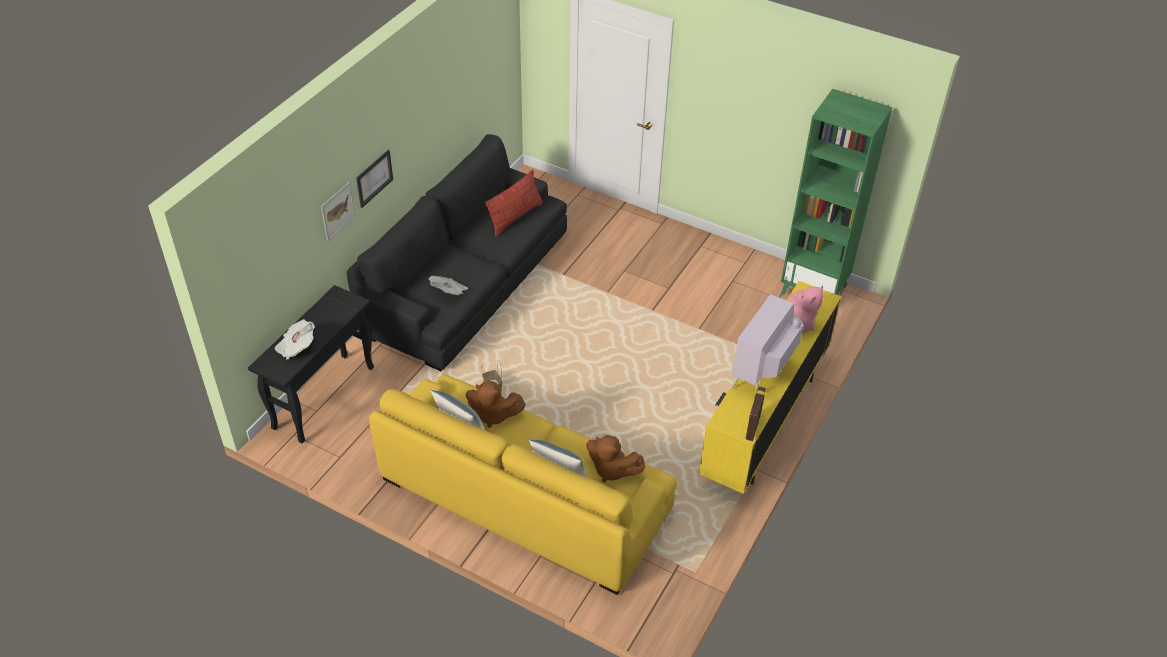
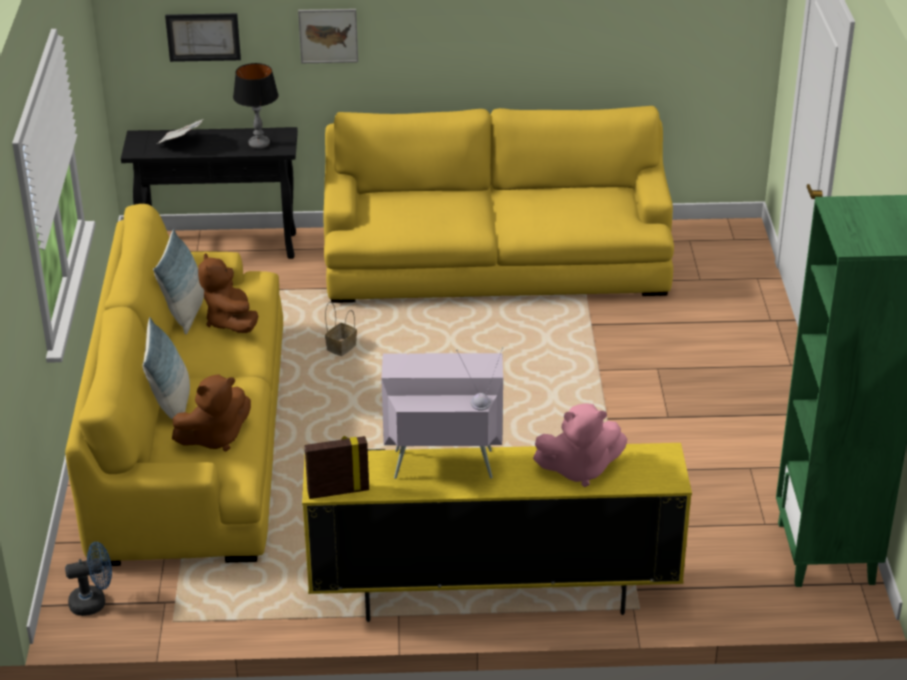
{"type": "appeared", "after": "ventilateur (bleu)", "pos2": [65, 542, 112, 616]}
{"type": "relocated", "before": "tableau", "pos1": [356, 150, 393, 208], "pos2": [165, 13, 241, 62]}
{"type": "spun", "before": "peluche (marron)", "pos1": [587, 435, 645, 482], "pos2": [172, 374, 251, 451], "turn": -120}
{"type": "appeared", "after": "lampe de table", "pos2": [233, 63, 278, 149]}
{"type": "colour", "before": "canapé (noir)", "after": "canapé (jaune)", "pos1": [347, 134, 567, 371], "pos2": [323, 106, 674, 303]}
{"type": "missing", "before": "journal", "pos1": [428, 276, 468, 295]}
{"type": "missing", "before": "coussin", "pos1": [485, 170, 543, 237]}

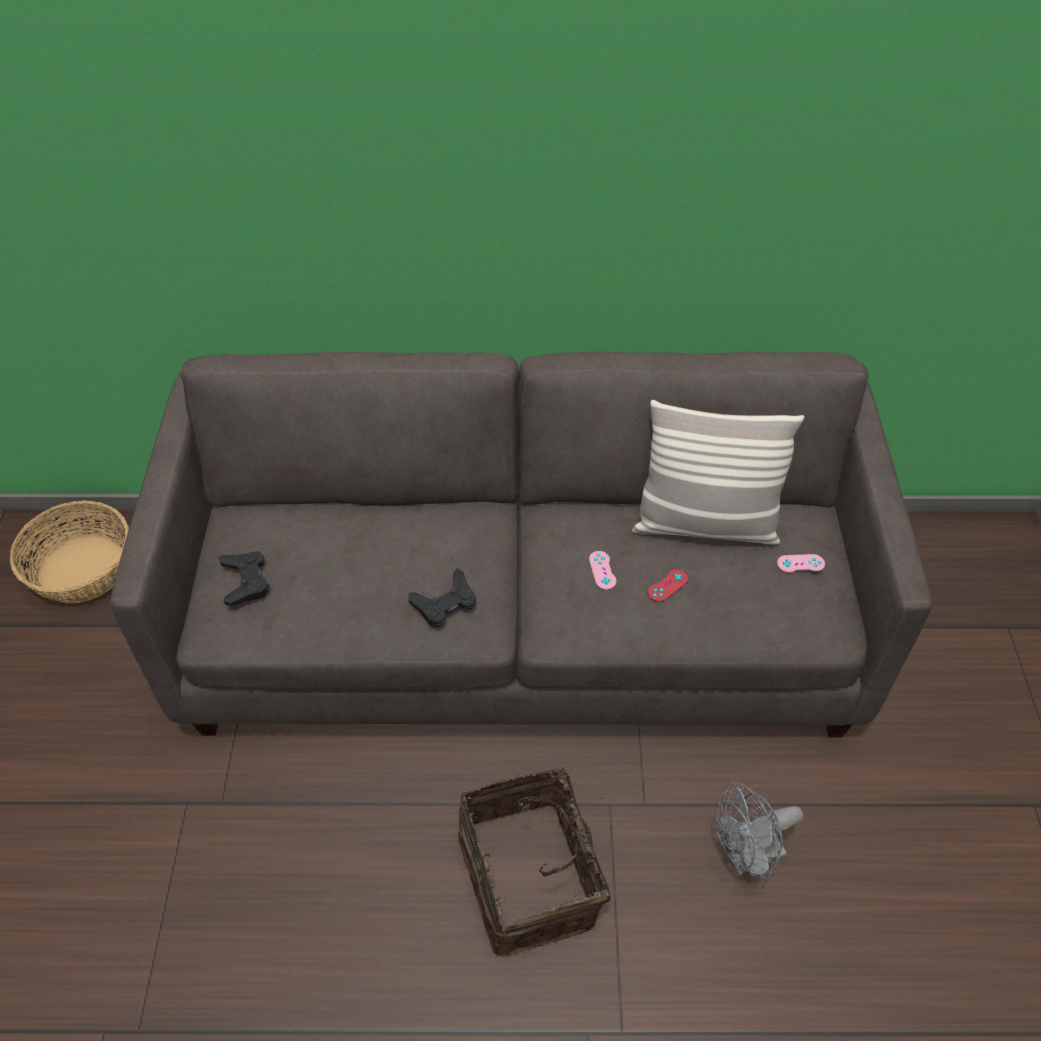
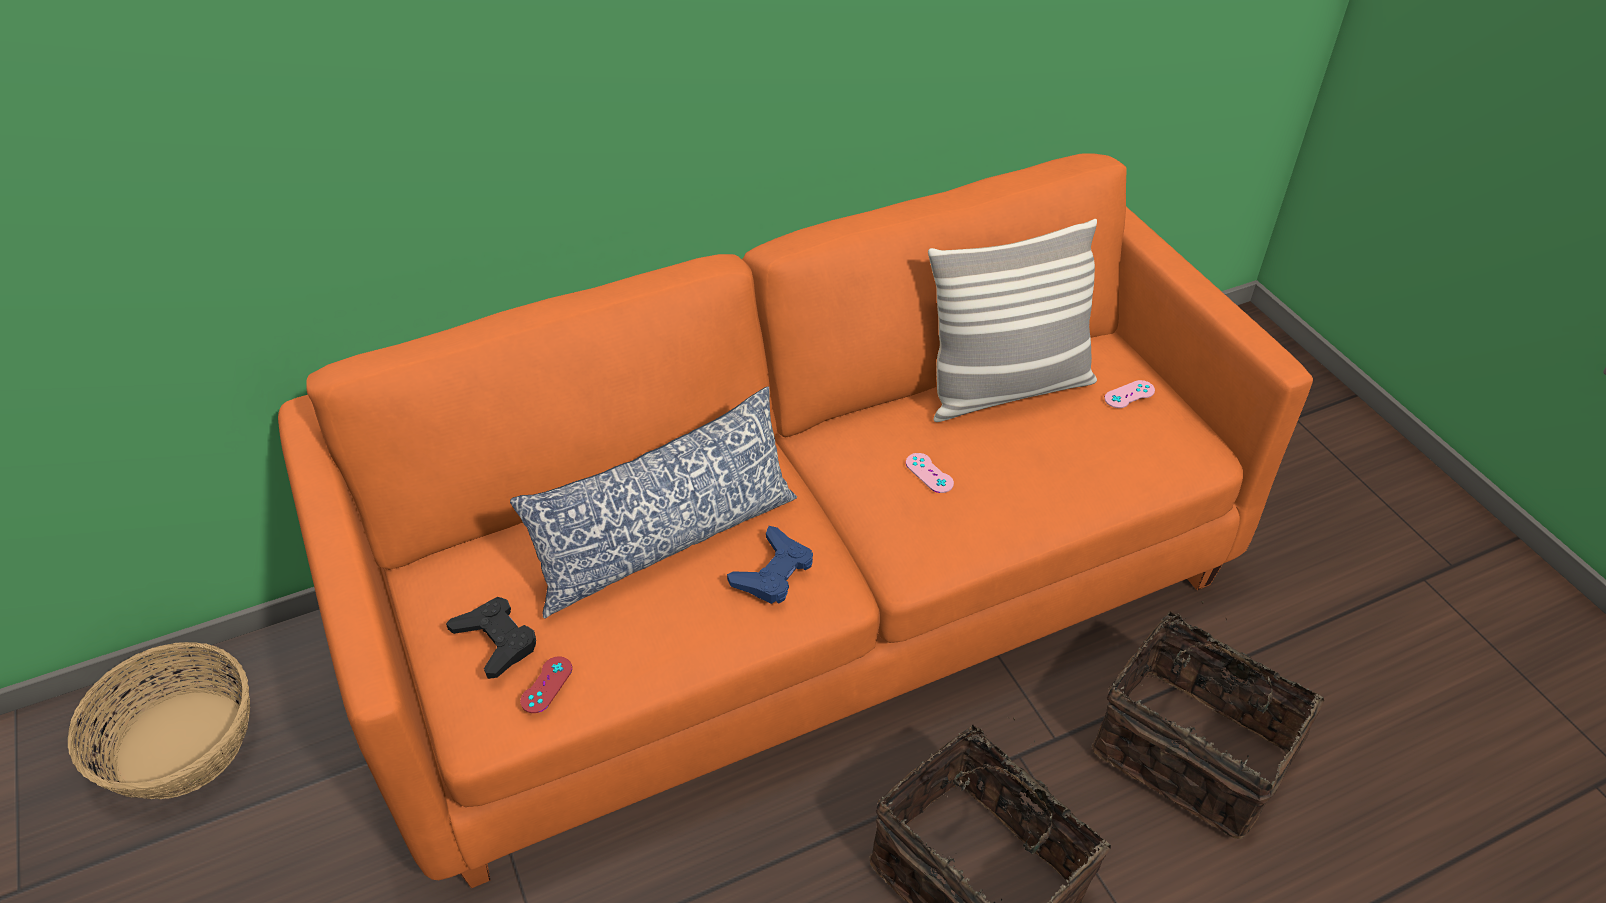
{"type": "colour", "before": "canapé (gris)", "after": "canapé (orange)", "pos1": [110, 352, 932, 737], "pos2": [278, 153, 1313, 888]}
{"type": "appeared", "after": "coussin", "pos2": [510, 386, 797, 618]}
{"type": "relocated", "before": "manette (rouge)", "pos1": [648, 569, 688, 602], "pos2": [520, 656, 572, 713]}
{"type": "colour", "before": "manette (noir)", "after": "manette (bleu)", "pos1": [408, 568, 476, 627], "pos2": [727, 526, 813, 604]}
{"type": "exchanged", "before": "ventilateur (gris)", "after": "panier", "pos1": [716, 782, 803, 880], "pos2": [1091, 601, 1324, 839]}

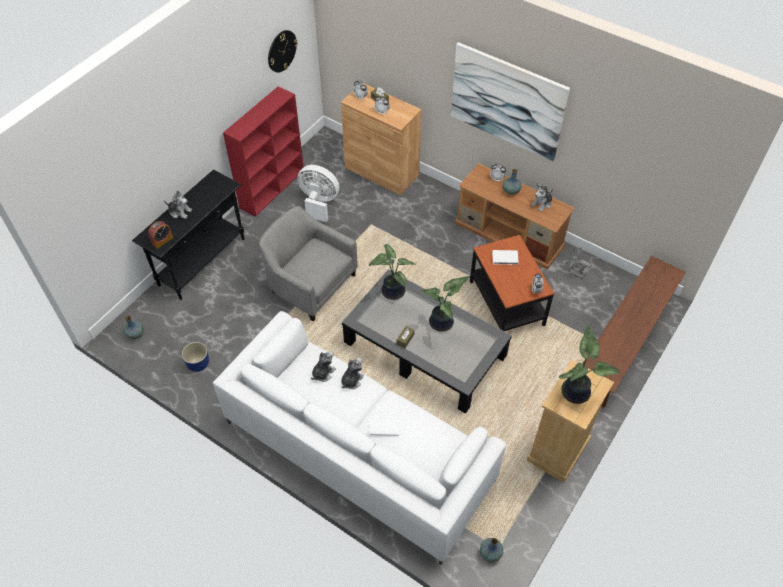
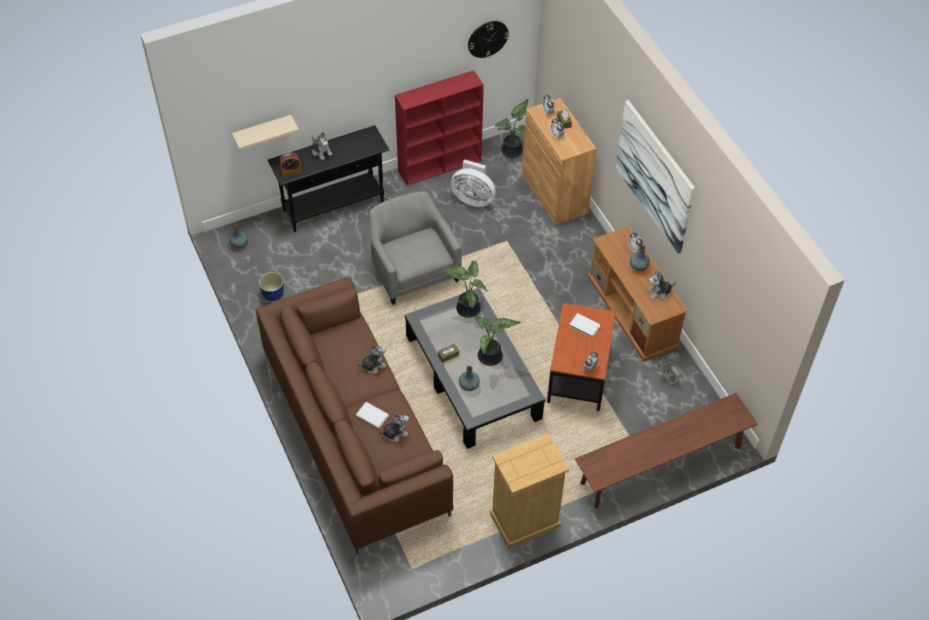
{"type": "appeared", "after": "étagère (beige)", "pos2": [232, 115, 299, 150]}
{"type": "colour", "before": "canapé (blanc)", "after": "canapé (marron)", "pos1": [213, 311, 506, 565], "pos2": [256, 277, 454, 555]}
{"type": "relocated", "before": "peluche", "pos1": [311, 351, 336, 382], "pos2": [378, 413, 409, 442]}
{"type": "spun", "before": "ventilateur (blanc)", "pos1": [297, 165, 339, 222], "pos2": [450, 159, 496, 207], "turn": 150}
{"type": "relocated", "before": "vase", "pos1": [480, 538, 503, 562], "pos2": [459, 366, 480, 391]}
{"type": "relocated", "before": "plante en pot", "pos1": [559, 325, 619, 404], "pos2": [495, 99, 529, 158]}

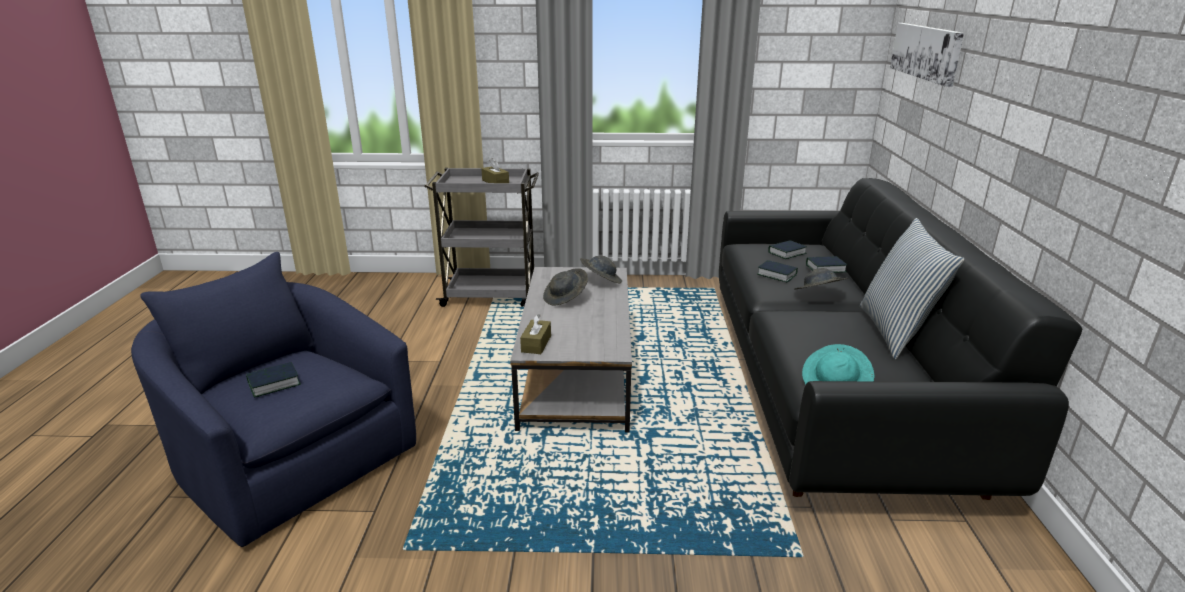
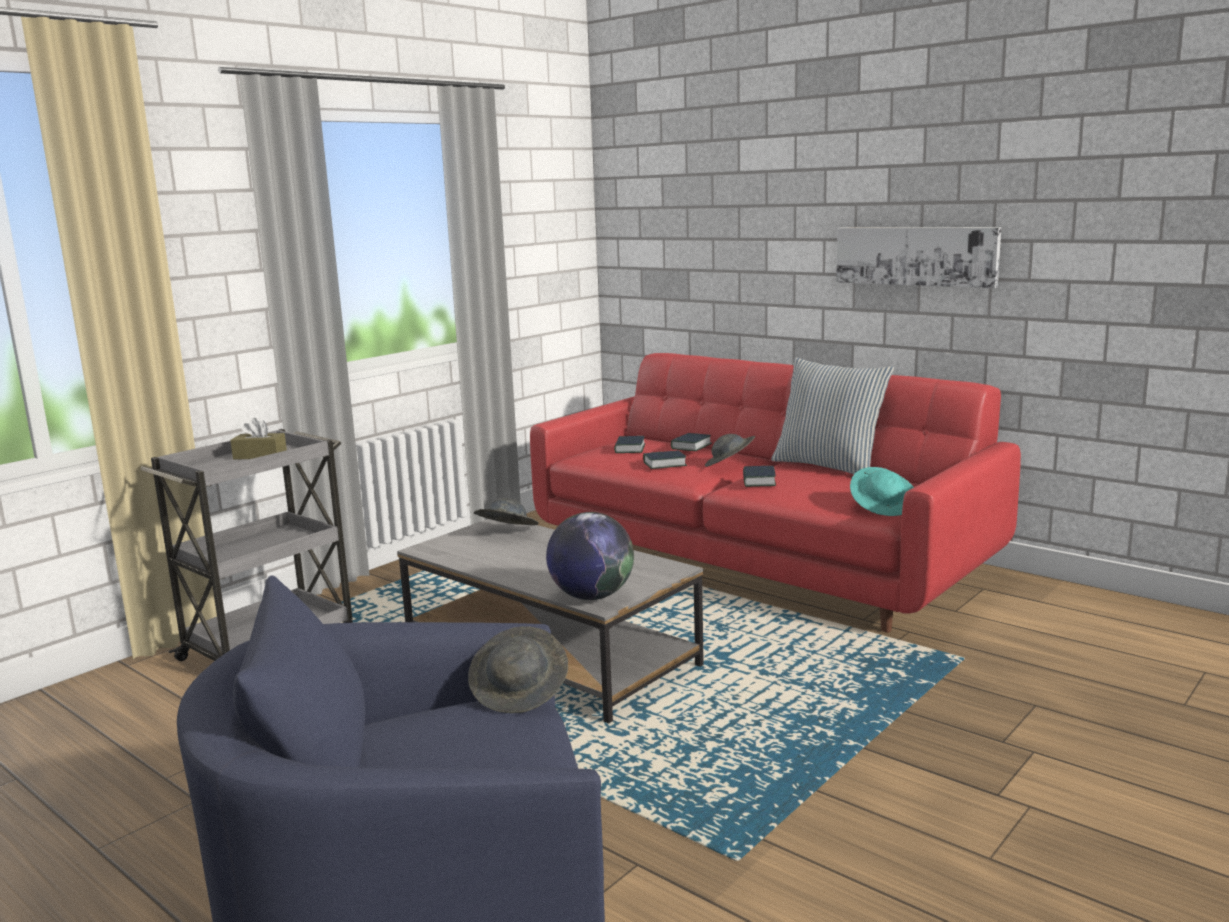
{"type": "relocated", "before": "chapeau (gris)", "pos1": [543, 268, 588, 305], "pos2": [468, 626, 568, 713]}
{"type": "colour", "before": "canapé (noir)", "after": "canapé (rouge)", "pos1": [719, 178, 1083, 500], "pos2": [530, 353, 1021, 633]}
{"type": "exchanged", "before": "boîte à mouchoirs (marron)", "after": "globe", "pos1": [520, 314, 551, 354], "pos2": [546, 512, 634, 600]}
{"type": "relocated", "before": "livre", "pos1": [246, 362, 301, 398], "pos2": [743, 466, 776, 487]}
{"type": "relocated", "before": "tableau", "pos1": [890, 23, 964, 87], "pos2": [836, 227, 1001, 288]}

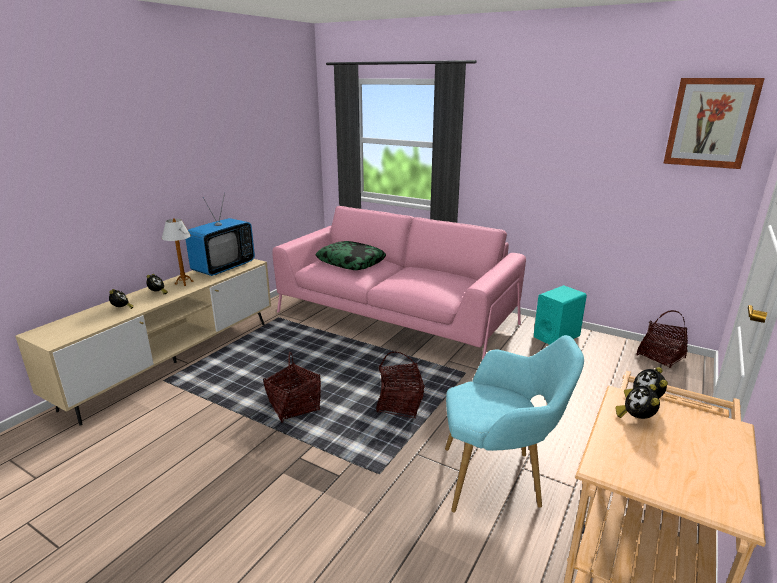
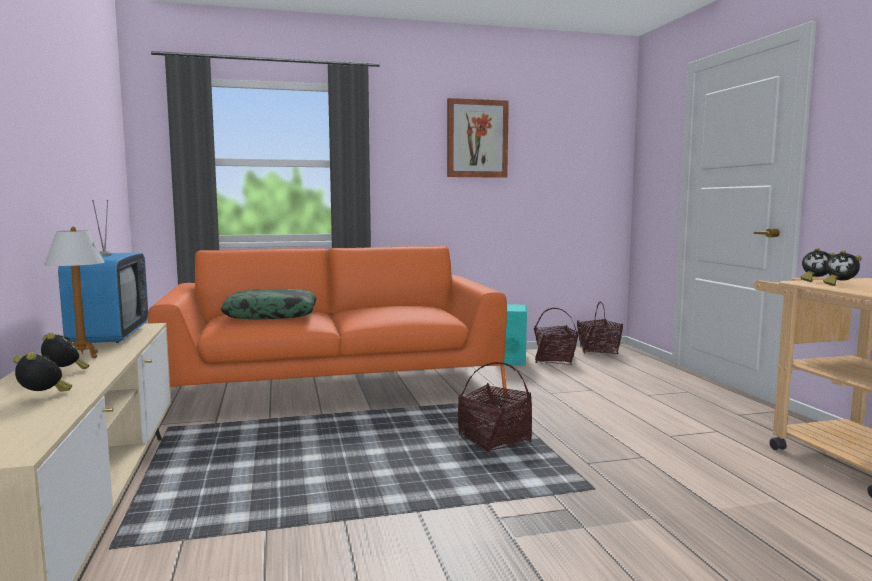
{"type": "colour", "before": "canapé (rose)", "after": "canapé (orange)", "pos1": [272, 206, 526, 360], "pos2": [148, 246, 507, 396]}
{"type": "relocated", "before": "tableau", "pos1": [663, 78, 765, 169], "pos2": [447, 98, 509, 178]}
{"type": "relocated", "before": "panier", "pos1": [263, 352, 321, 423], "pos2": [534, 308, 579, 365]}
{"type": "missing", "before": "fauteuil (turquoise)", "pos1": [445, 335, 584, 513]}

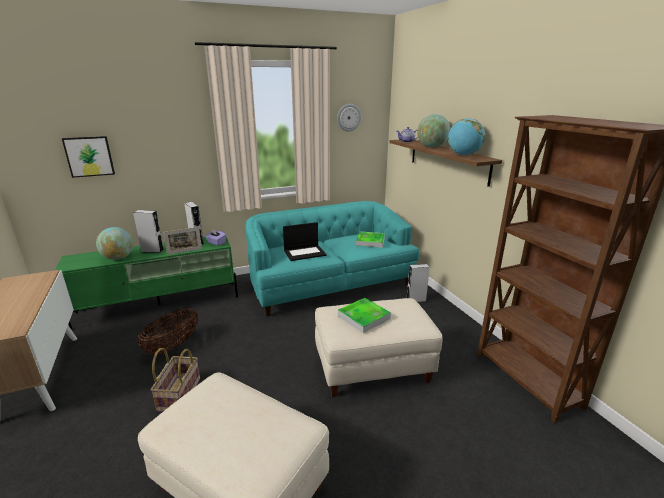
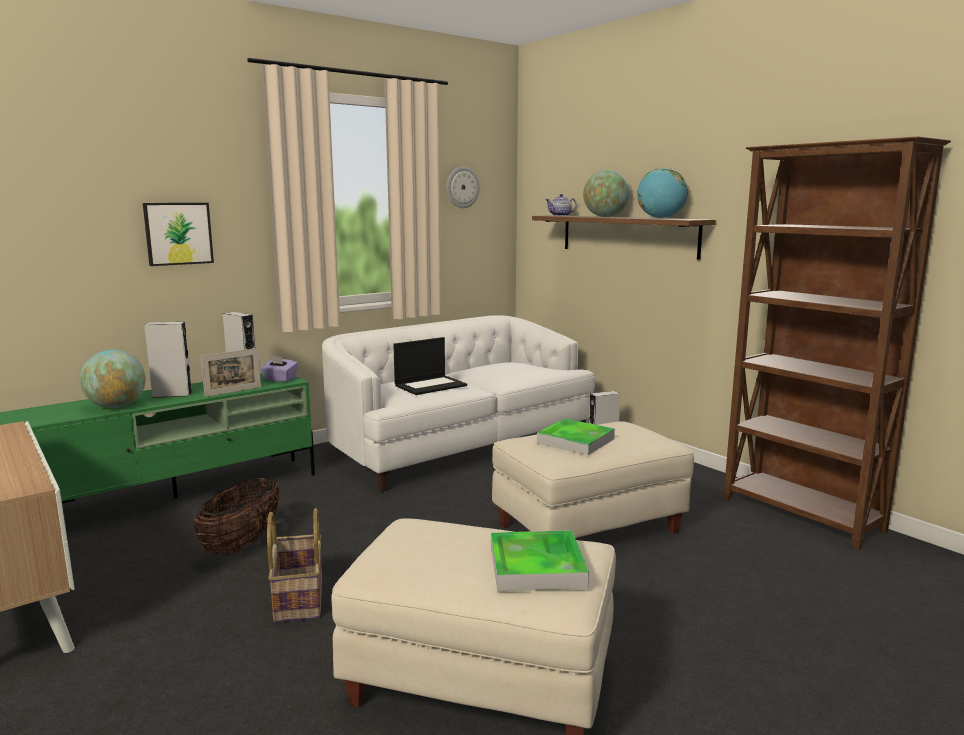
{"type": "relocated", "before": "tableau", "pos1": [62, 136, 115, 178], "pos2": [143, 203, 214, 266]}
{"type": "colour", "before": "canapé (turquoise)", "after": "canapé (blanc)", "pos1": [245, 201, 419, 316], "pos2": [322, 315, 595, 492]}
{"type": "relocated", "before": "plateau", "pos1": [356, 231, 385, 248], "pos2": [491, 530, 589, 591]}

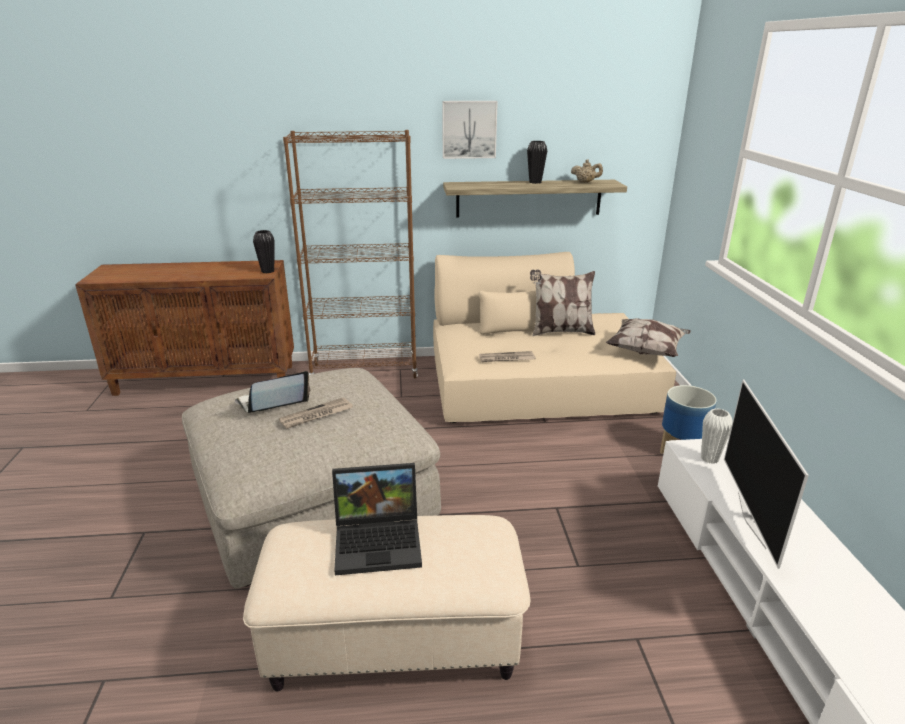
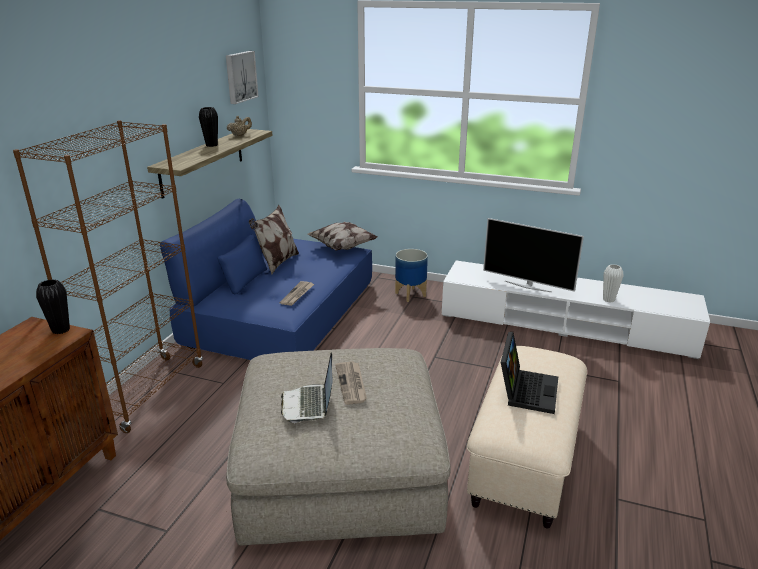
{"type": "colour", "before": "canapé (beige)", "after": "canapé (bleu)", "pos1": [433, 252, 676, 423], "pos2": [160, 199, 372, 360]}
{"type": "relocated", "before": "tableau", "pos1": [442, 101, 498, 159], "pos2": [226, 51, 259, 104]}
{"type": "relocated", "before": "vase (blanc)", "pos1": [701, 408, 733, 464], "pos2": [603, 264, 623, 303]}

